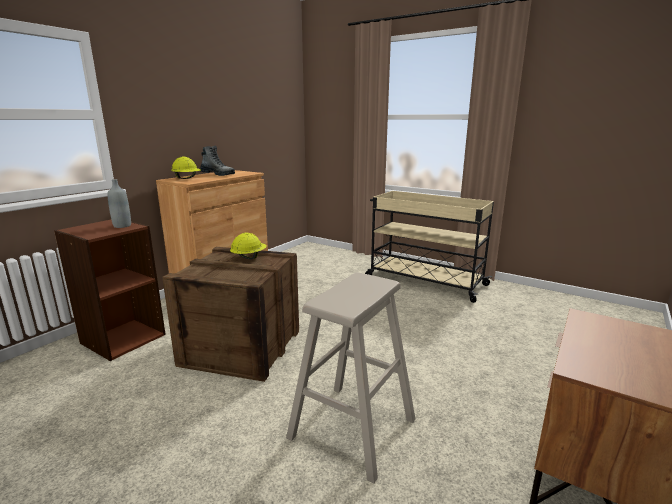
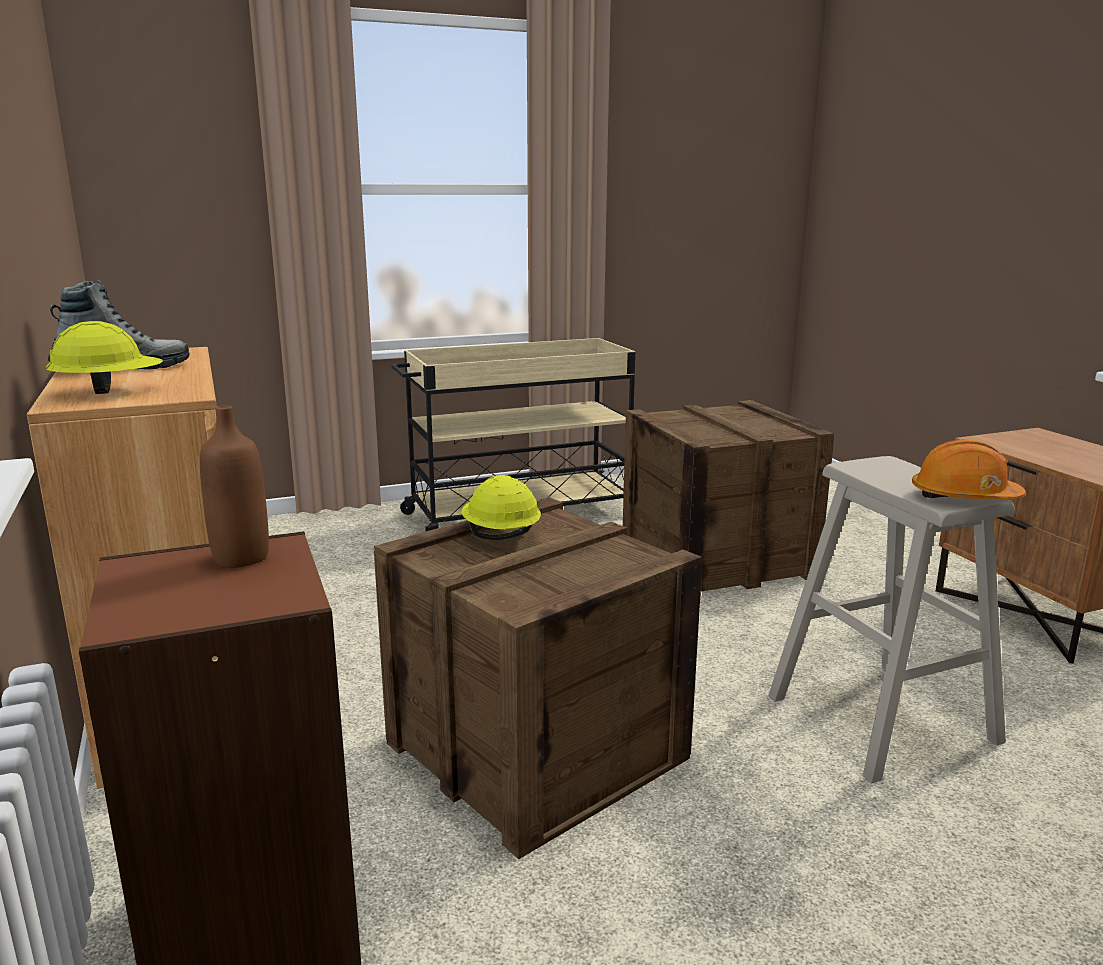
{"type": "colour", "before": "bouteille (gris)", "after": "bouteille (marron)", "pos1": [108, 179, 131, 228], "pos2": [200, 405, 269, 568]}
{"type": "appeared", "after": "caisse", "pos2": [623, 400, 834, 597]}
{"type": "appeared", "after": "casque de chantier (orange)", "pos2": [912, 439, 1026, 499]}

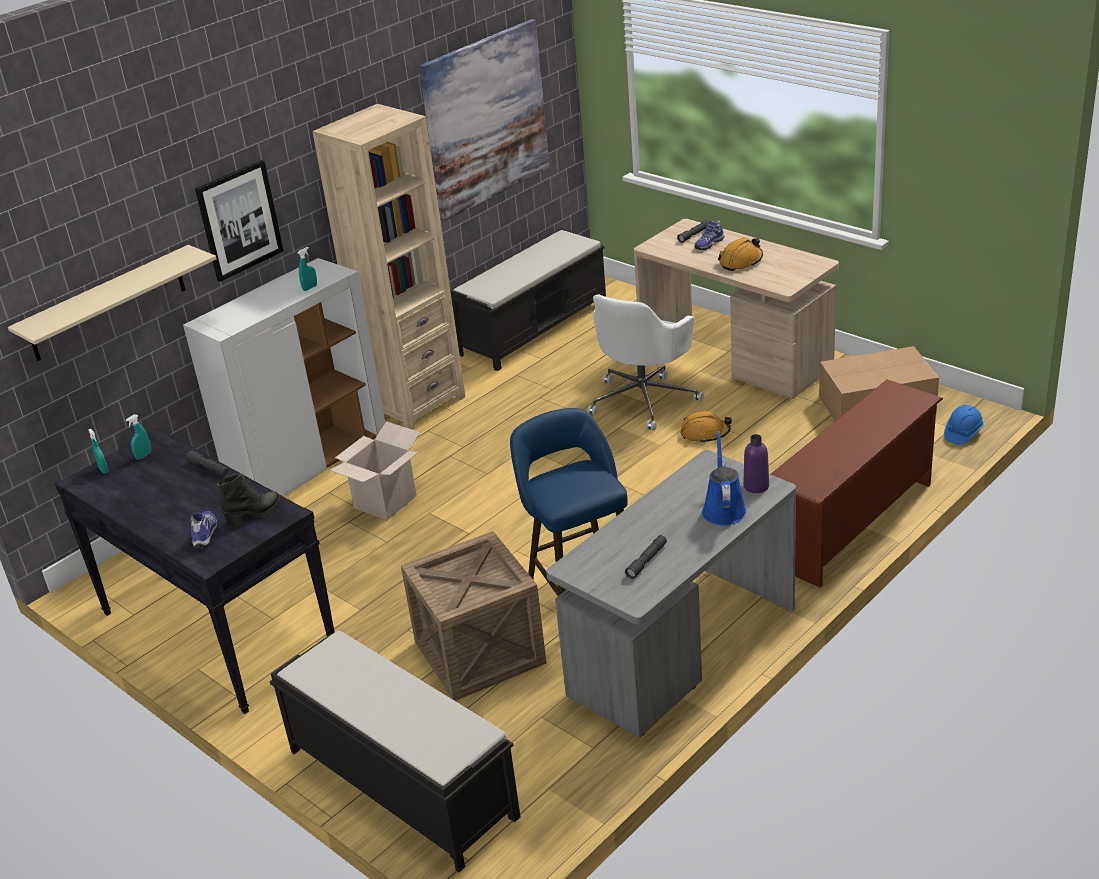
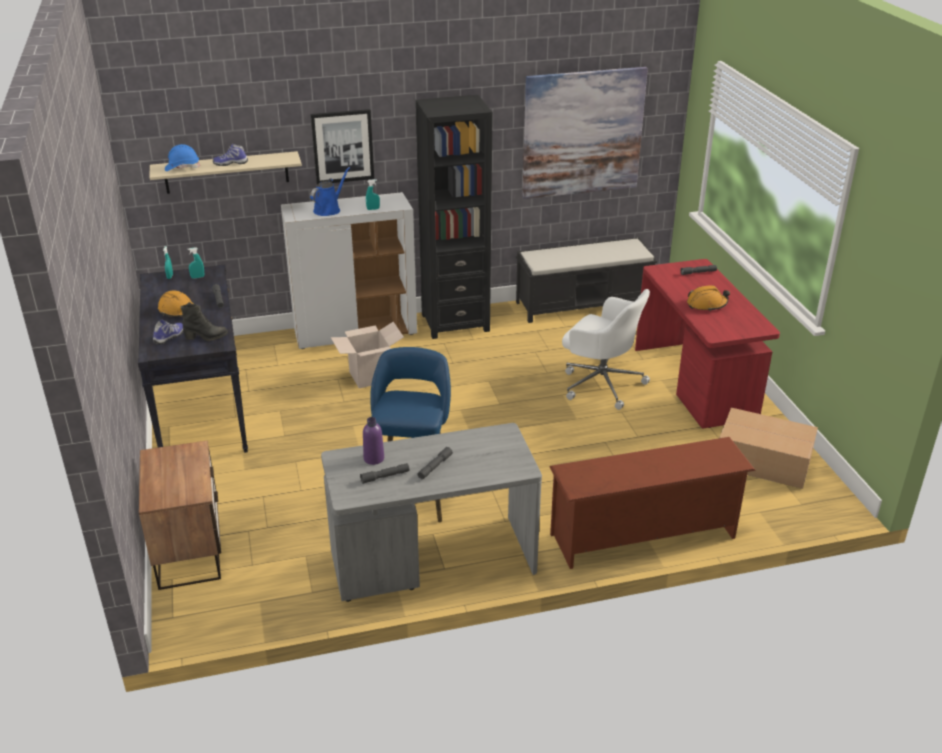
{"type": "exchanged", "before": "banc (noir)", "after": "table de chevet", "pos1": [270, 631, 520, 872], "pos2": [139, 440, 221, 590]}
{"type": "relocated", "before": "casque de chantier (orange)", "pos1": [680, 411, 732, 443], "pos2": [158, 291, 195, 317]}
{"type": "relocated", "before": "casque de chantier (bleu)", "pos1": [944, 405, 984, 445], "pos2": [165, 144, 200, 171]}
{"type": "relocated", "before": "chaussure", "pos1": [695, 220, 724, 250], "pos2": [213, 144, 248, 166]}
{"type": "relocated", "before": "arrosoir (bleu)", "pos1": [702, 431, 746, 526], "pos2": [310, 167, 350, 216]}
{"type": "relocated", "before": "bouteille (violet)", "pos1": [743, 434, 769, 493], "pos2": [363, 417, 384, 465]}
{"type": "colour", "before": "bibliothèque (beige)", "after": "bibliothèque (noir)", "pos1": [312, 104, 465, 430], "pos2": [415, 95, 493, 339]}
{"type": "appeared", "after": "lampe de poche (gris)", "pos2": [418, 447, 453, 479]}
{"type": "spun", "before": "chaise de bureau (blanc)", "pos1": [588, 294, 704, 431], "pos2": [562, 289, 650, 410], "turn": -120}
{"type": "colour", "before": "bureau (beige)", "after": "bureau (rouge)", "pos1": [634, 219, 839, 399], "pos2": [635, 259, 780, 428]}
{"type": "missing", "before": "caisse", "pos1": [401, 531, 546, 701]}

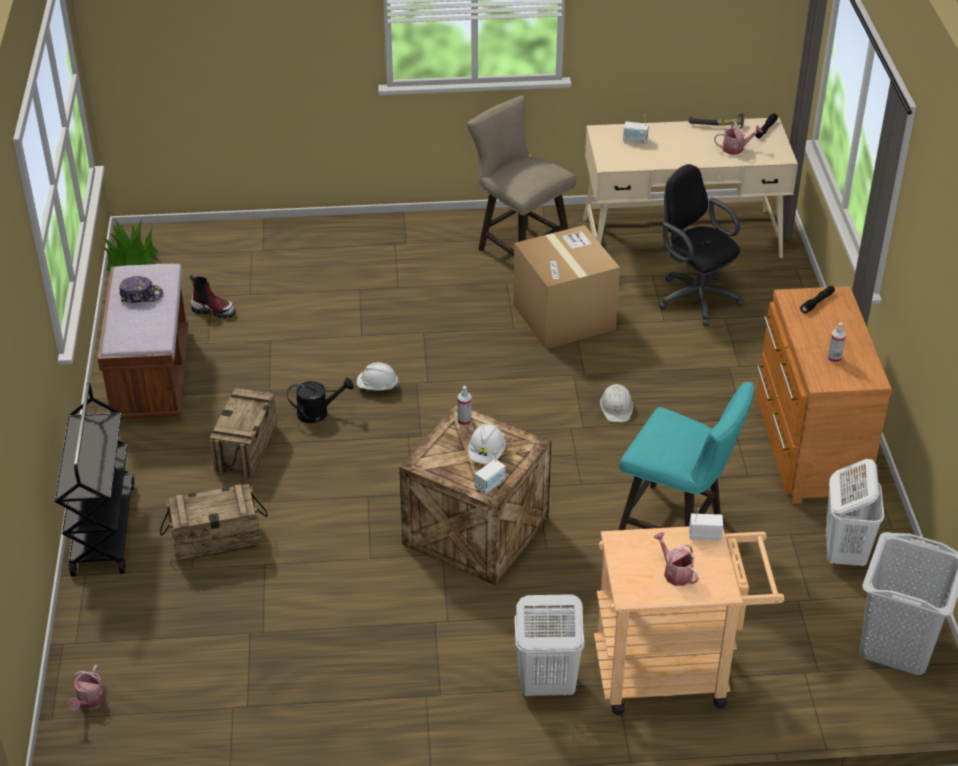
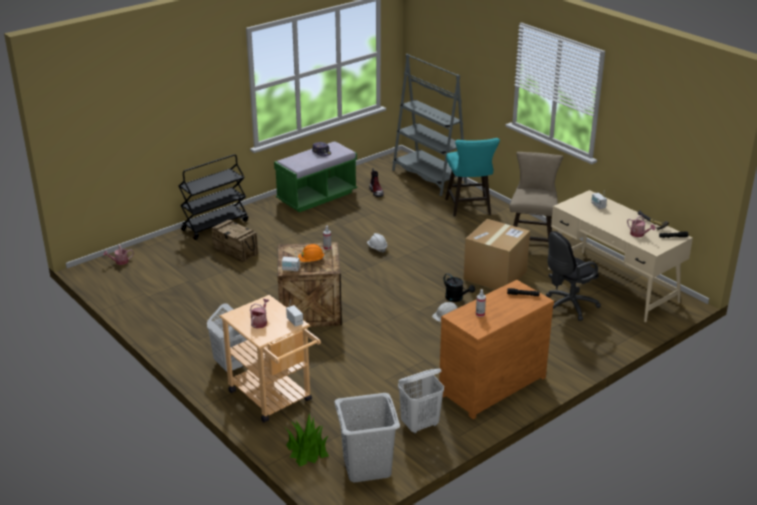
{"type": "colour", "before": "banc (marron)", "after": "banc (vert)", "pos1": [98, 263, 189, 419], "pos2": [274, 141, 357, 212]}
{"type": "relocated", "before": "plante en pot", "pos1": [103, 218, 158, 271], "pos2": [286, 413, 329, 466]}
{"type": "colour", "before": "casque de chantier (blanc)", "after": "casque de chantier (orange)", "pos1": [468, 424, 506, 464], "pos2": [298, 244, 324, 262]}
{"type": "appeared", "after": "bibliothèque (gris)", "pos2": [392, 54, 467, 196]}
{"type": "relocated", "before": "arrosoir (noir)", "pos1": [287, 378, 354, 423], "pos2": [444, 273, 475, 302]}
{"type": "relocated", "before": "tabouret (turquoise)", "pos1": [618, 382, 754, 530], "pos2": [445, 138, 500, 217]}
{"type": "spun", "before": "chaise de bureau (noir)", "pos1": [659, 164, 744, 326], "pos2": [546, 231, 601, 321], "turn": -135}
{"type": "missing", "before": "caisse", "pos1": [209, 388, 277, 478]}

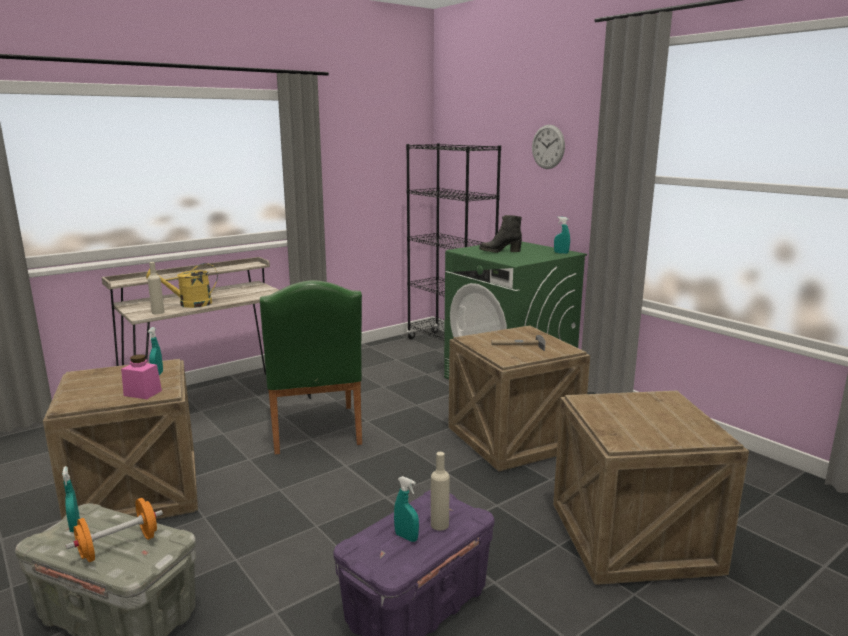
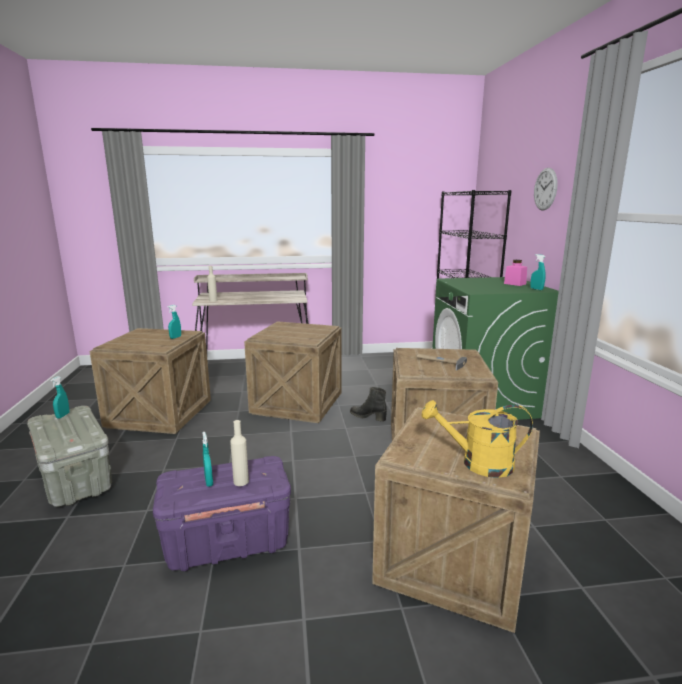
{"type": "exchanged", "before": "chaise (vert)", "after": "caisse", "pos1": [260, 280, 362, 455], "pos2": [244, 321, 341, 423]}
{"type": "relocated", "before": "botte (noir)", "pos1": [479, 215, 522, 253], "pos2": [350, 387, 387, 422]}
{"type": "relocated", "before": "arrosoir (jaune)", "pos1": [146, 263, 218, 308], "pos2": [422, 400, 533, 478]}
{"type": "relocated", "before": "bocal (rose)", "pos1": [121, 354, 162, 399], "pos2": [504, 260, 527, 286]}
{"type": "missing", "before": "haltère (orange)", "pos1": [66, 498, 163, 562]}

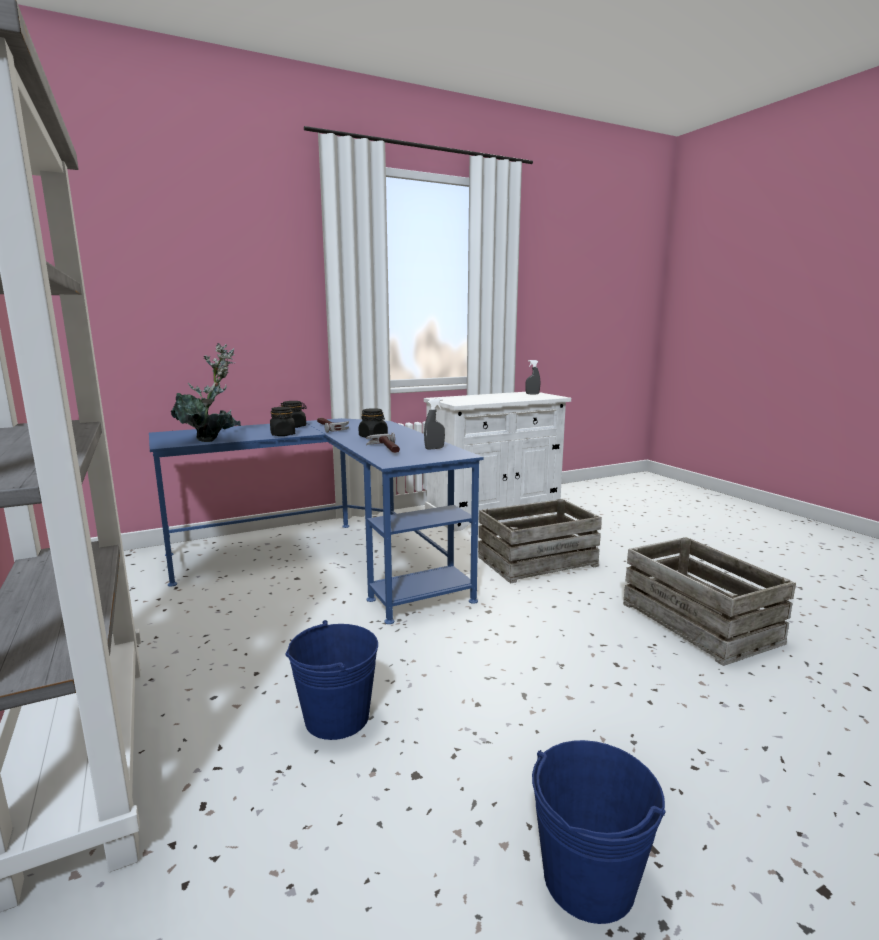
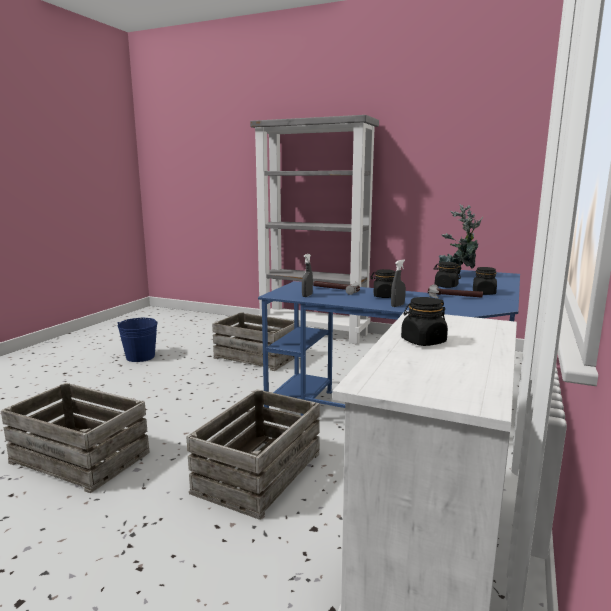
{"type": "exchanged", "before": "seau (bleu)", "after": "caisse", "pos1": [285, 620, 378, 740], "pos2": [212, 312, 294, 371]}
{"type": "relocated", "before": "vaporisateur (gris)", "pos1": [525, 360, 540, 394], "pos2": [391, 260, 406, 307]}
{"type": "appeared", "after": "bocal (noir)", "pos2": [401, 297, 448, 346]}

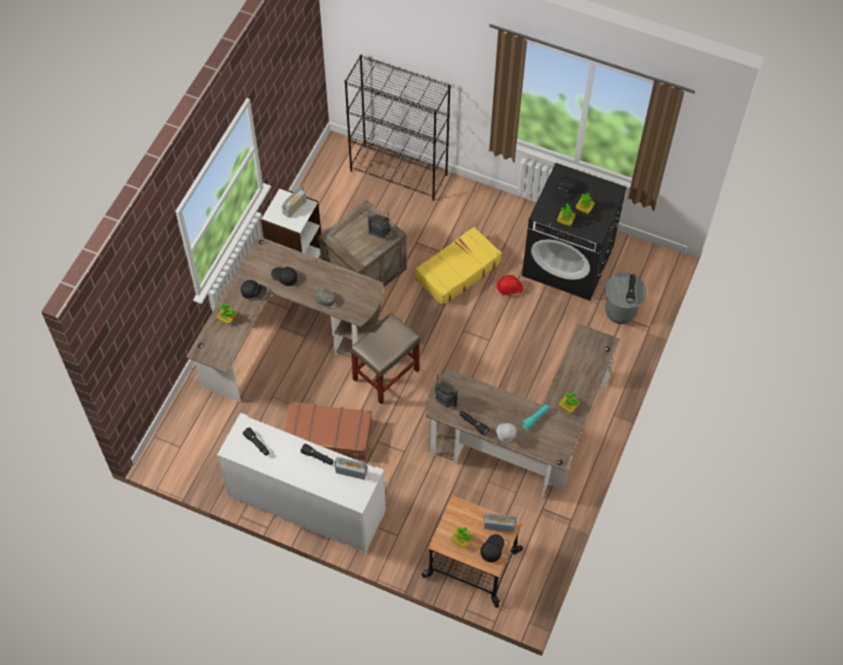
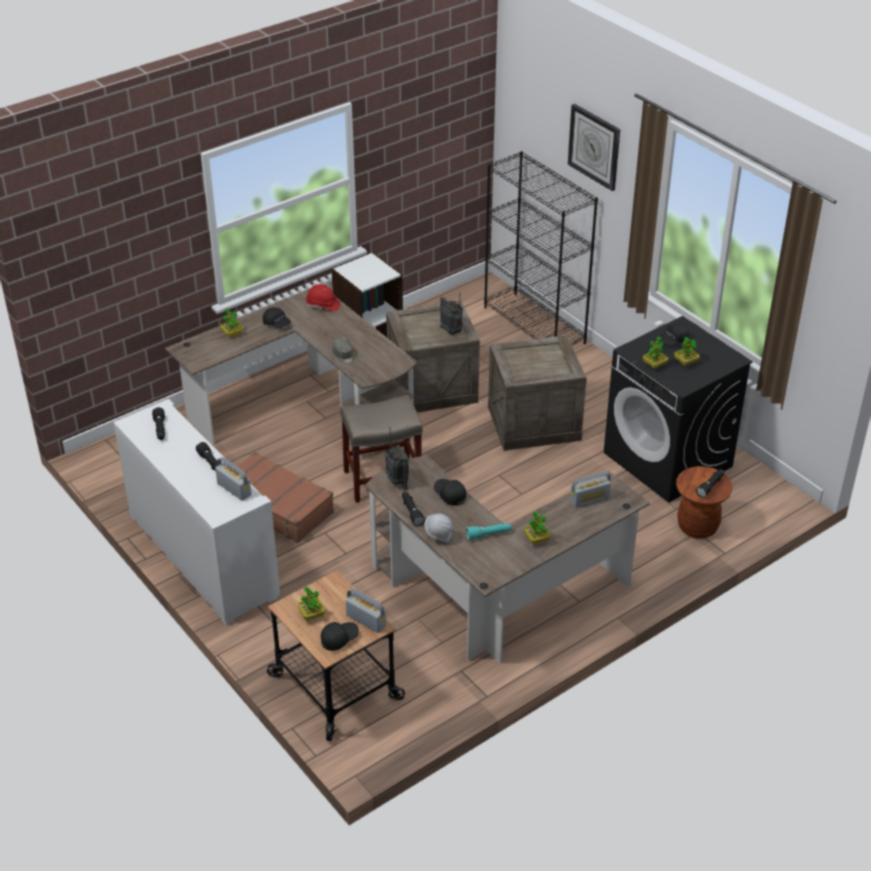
{"type": "relocated", "before": "casque de chantier (rouge)", "pos1": [496, 275, 523, 295], "pos2": [306, 284, 340, 311]}
{"type": "relocated", "before": "casquette (noir)", "pos1": [271, 267, 297, 286], "pos2": [434, 479, 466, 506]}
{"type": "exchanged", "before": "valise (jaune)", "after": "caisse", "pos1": [415, 227, 502, 306], "pos2": [488, 335, 587, 451]}
{"type": "appeared", "after": "horloge murale", "pos2": [568, 104, 620, 191]}
{"type": "relocated", "before": "radio", "pos1": [282, 186, 307, 218], "pos2": [570, 471, 611, 508]}
{"type": "colour", "before": "tabouret (gris)", "after": "tabouret (marron)", "pos1": [605, 273, 647, 324], "pos2": [676, 466, 733, 539]}

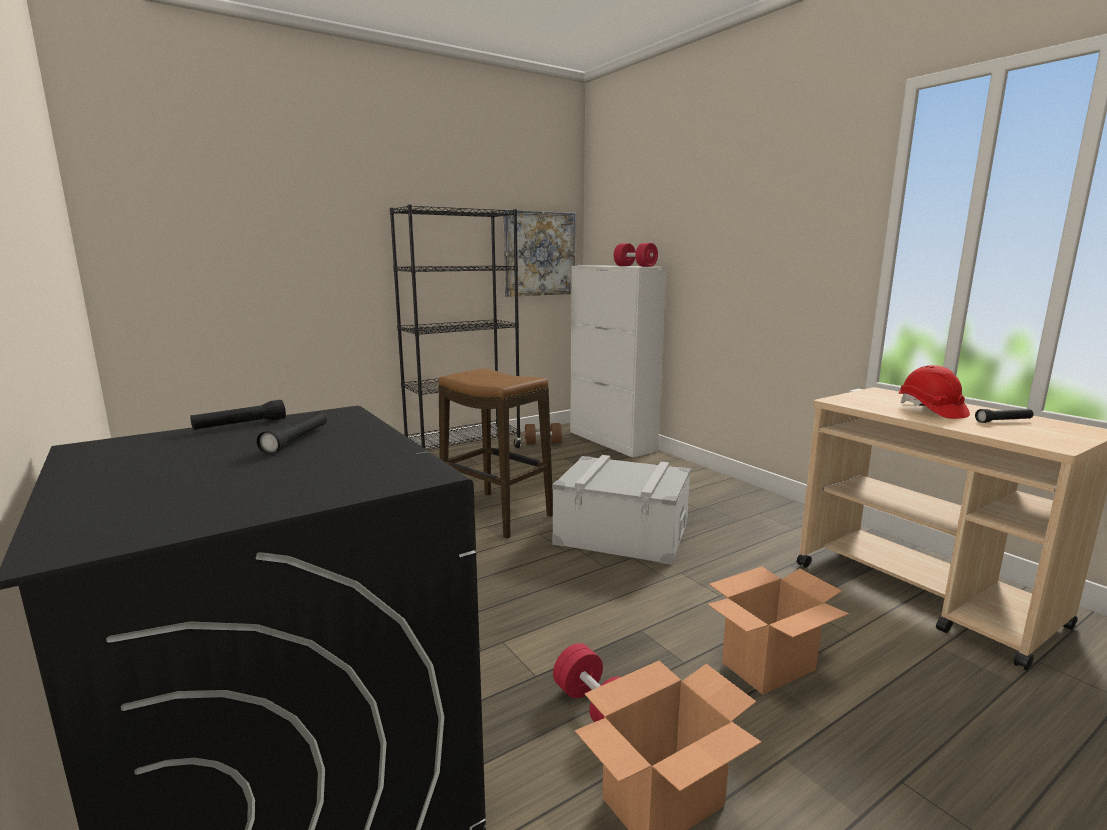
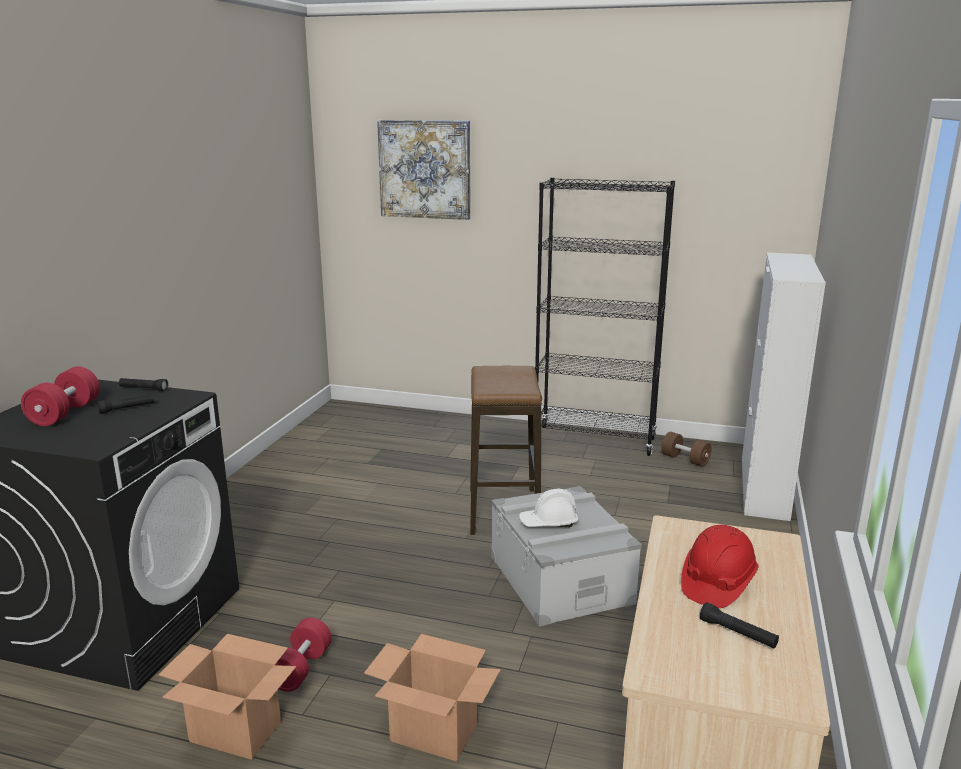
{"type": "relocated", "before": "haltère (rouge)", "pos1": [614, 243, 658, 267], "pos2": [21, 366, 100, 426]}
{"type": "relocated", "before": "tableau", "pos1": [503, 210, 575, 297], "pos2": [377, 120, 470, 220]}
{"type": "appeared", "after": "casque de chantier (blanc)", "pos2": [519, 489, 578, 527]}

